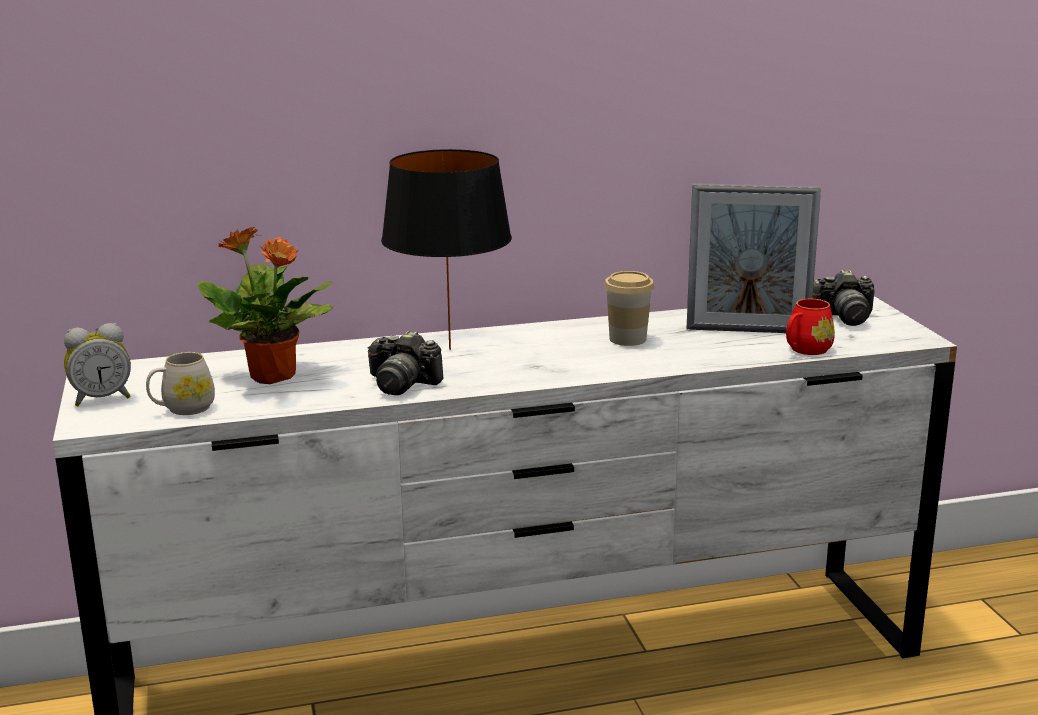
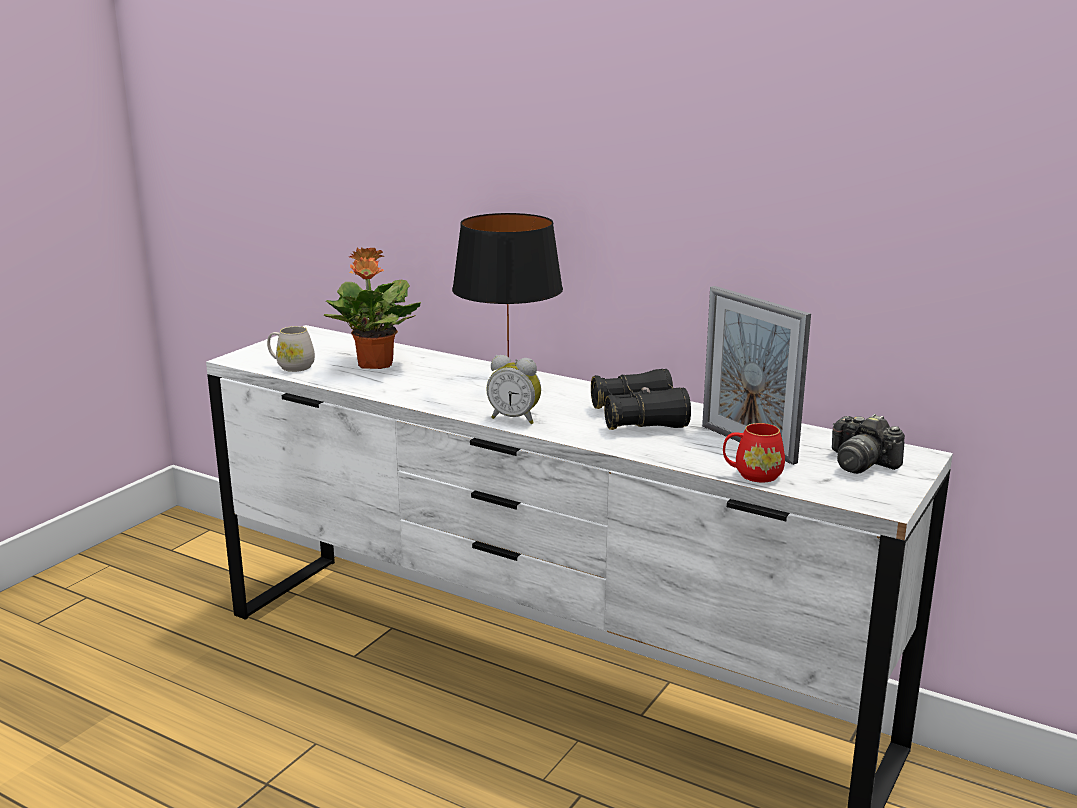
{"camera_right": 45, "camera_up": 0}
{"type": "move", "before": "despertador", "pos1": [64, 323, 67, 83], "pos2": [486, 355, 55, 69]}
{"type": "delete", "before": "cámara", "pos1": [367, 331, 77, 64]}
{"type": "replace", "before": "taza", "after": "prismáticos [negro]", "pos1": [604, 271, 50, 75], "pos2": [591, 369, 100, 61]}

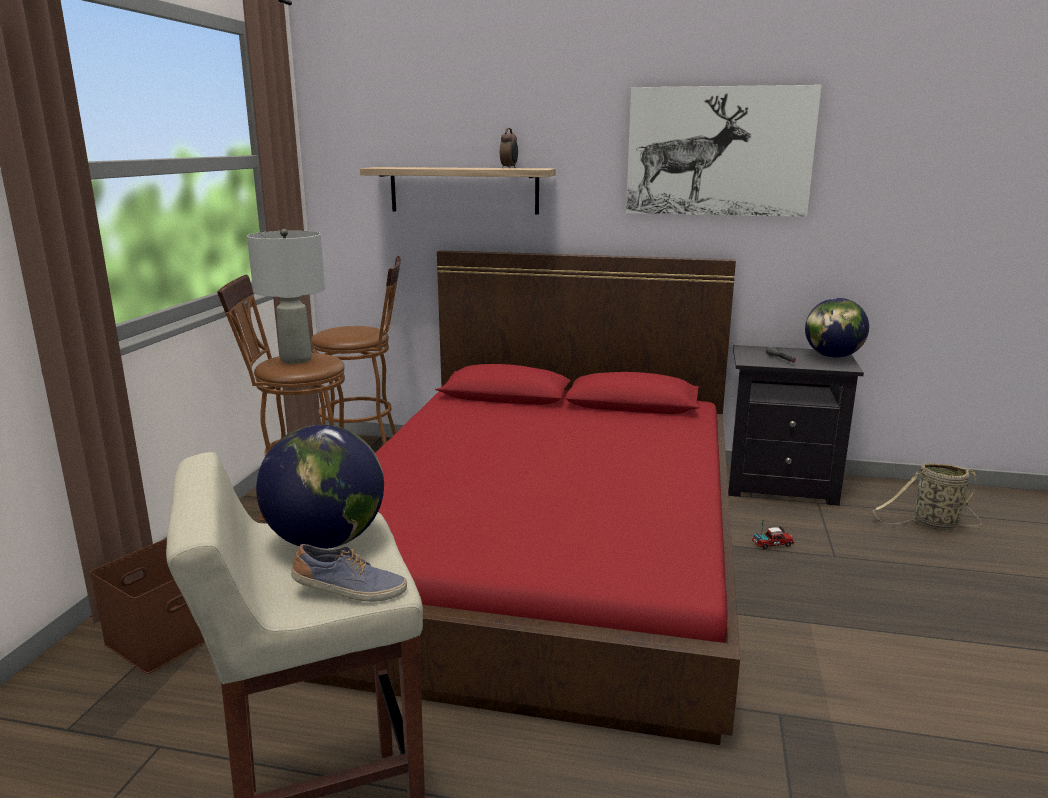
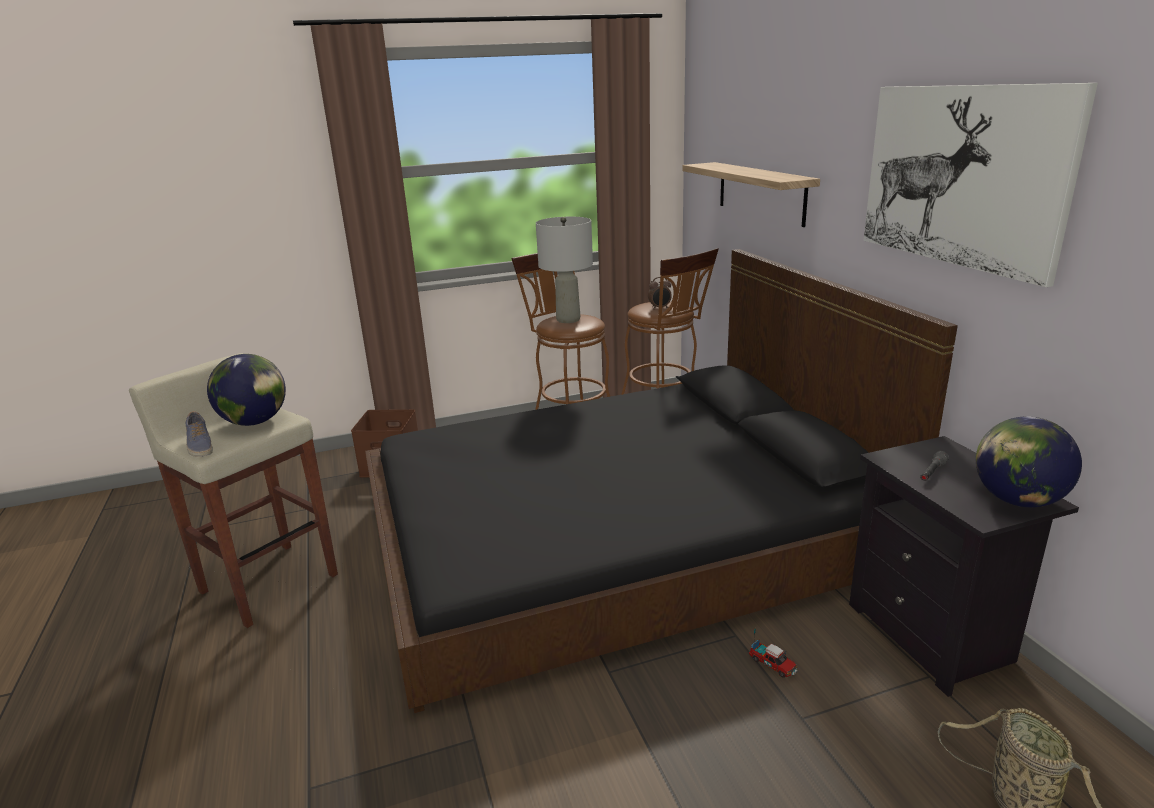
{"camera_right": 60, "camera_up": 5}
{"type": "recolor", "before": "cama [rojo]", "after": "cama [negro]", "pos1": [303, 250, 437, 495], "pos2": [365, 249, 593, 464]}
{"type": "move", "before": "despertador", "pos1": [500, 128, 18, 40], "pos2": [648, 277, 24, 32]}

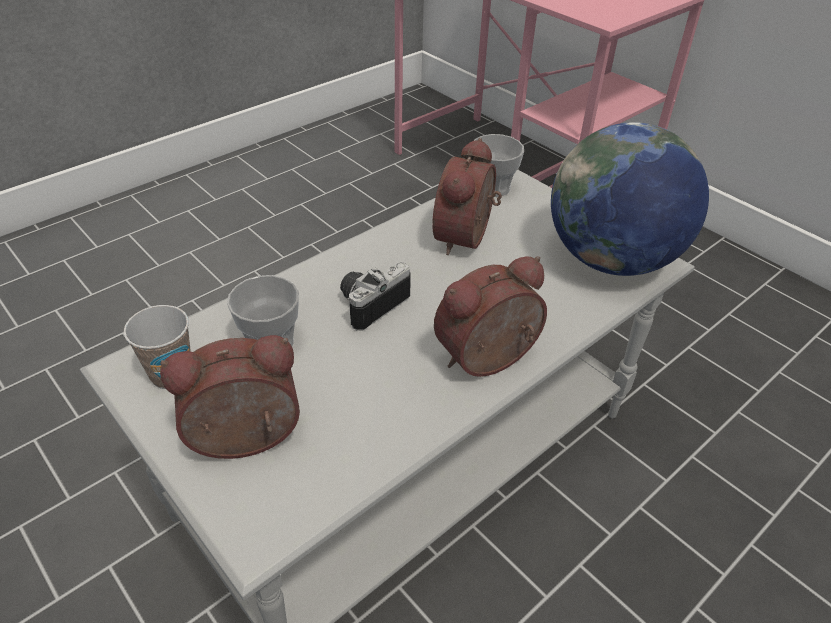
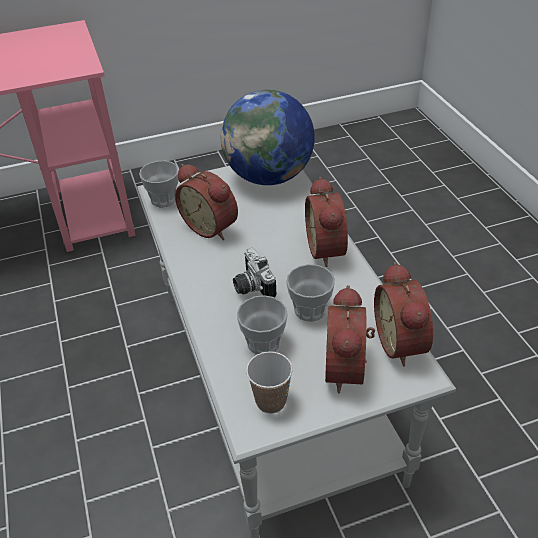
{"camera_right": -65, "camera_up": 0}
{"type": "insert", "after": "taza", "pos2": [286, 264, 49, 58]}
{"type": "insert", "after": "despertador", "pos2": [374, 262, 59, 105]}

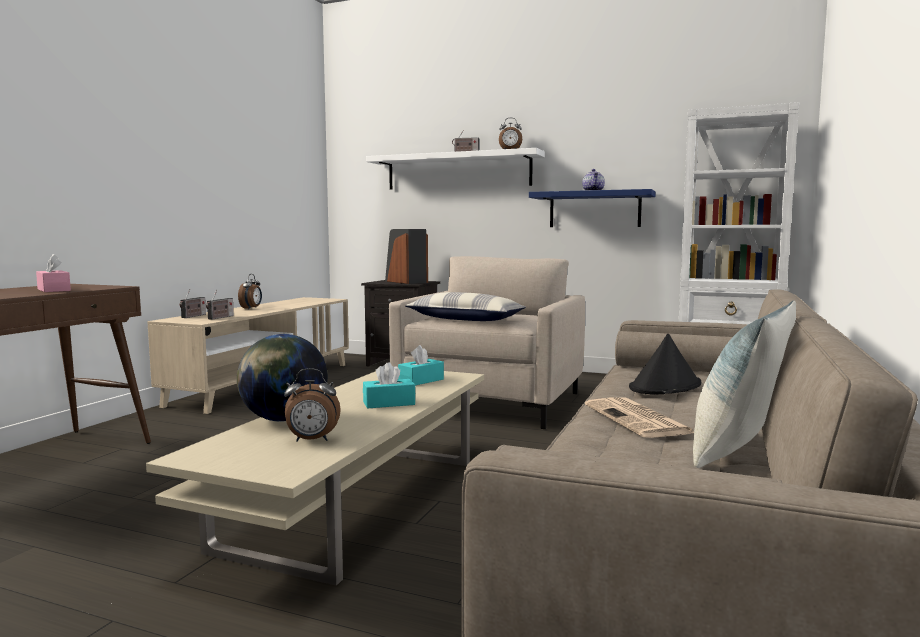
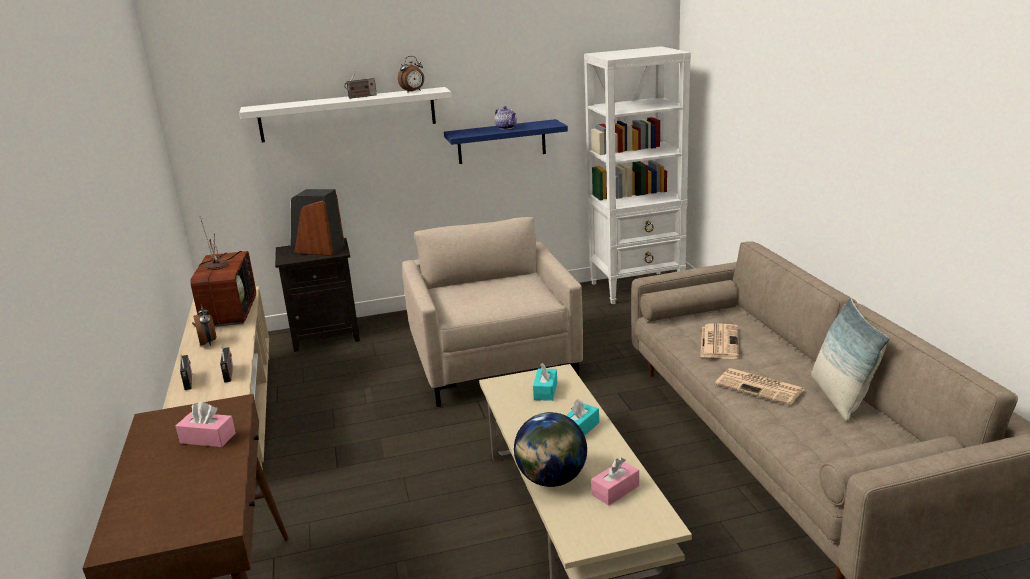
{"camera_right": -35, "camera_up": 15}
{"type": "replace", "before": "despertador", "after": "caja de pañuelos [rosa]", "pos1": [284, 368, 57, 73], "pos2": [591, 458, 48, 47]}
{"type": "delete", "before": "cojín", "pos1": [405, 292, 121, 29]}
{"type": "replace", "before": "sombrero [negro]", "after": "periódico", "pos1": [629, 334, 72, 60], "pos2": [700, 323, 39, 36]}
{"type": "insert", "after": "televisor", "pos2": [190, 216, 66, 111]}

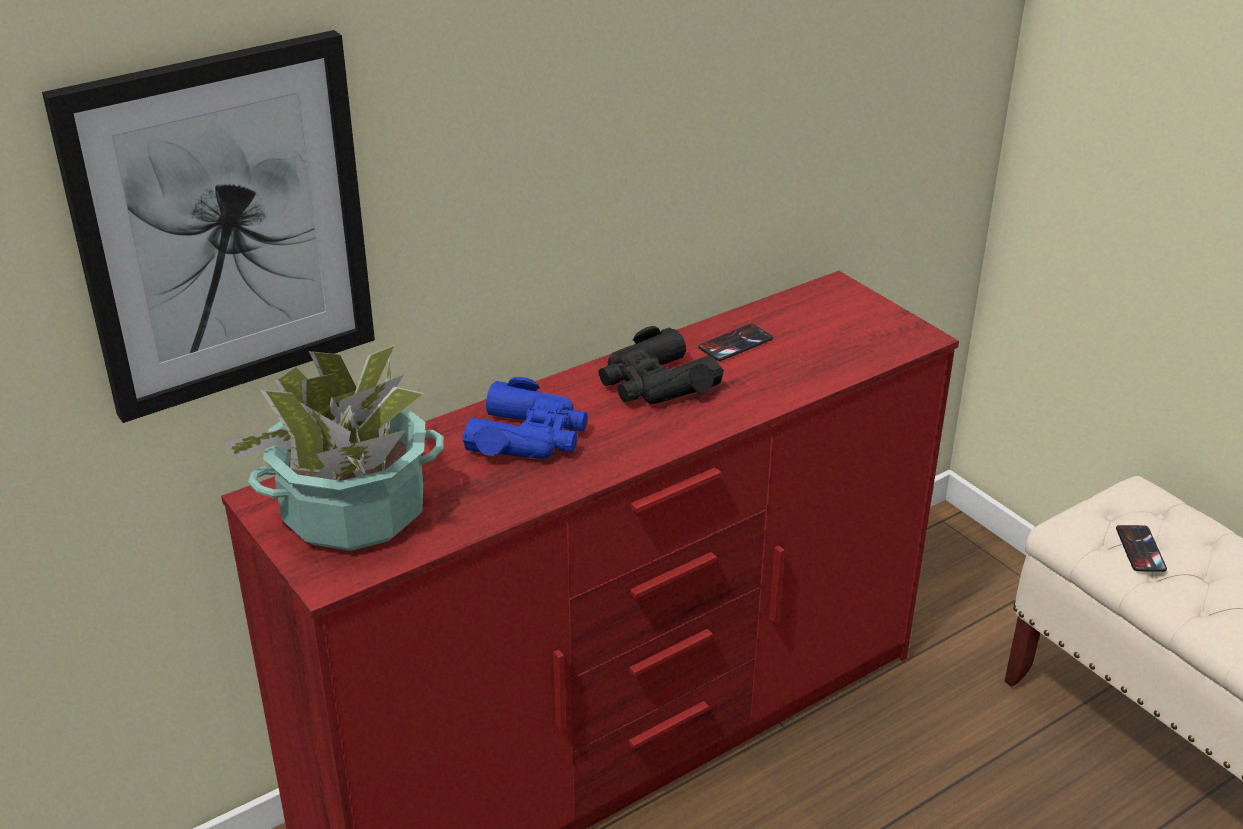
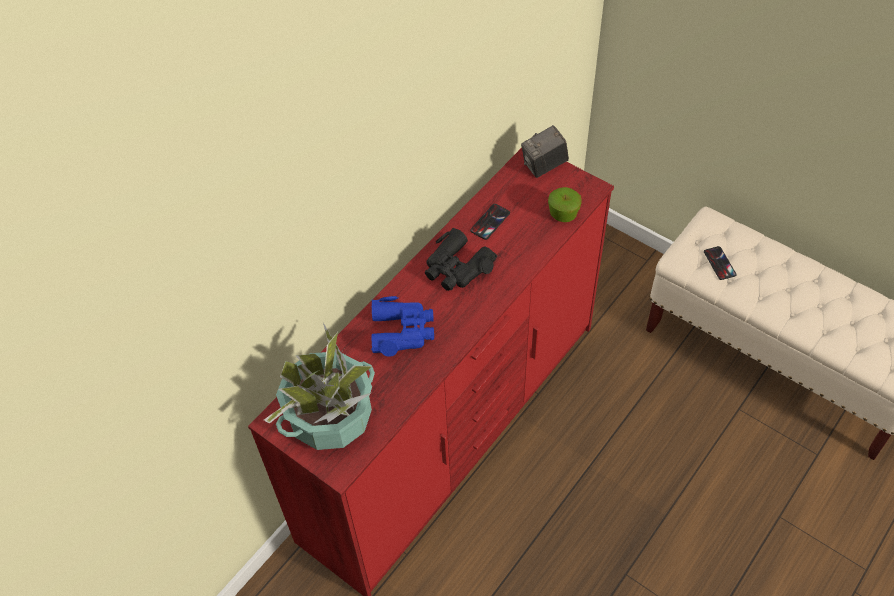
{"camera_right": -15, "camera_up": 20}
{"type": "delete", "before": "cuadro", "pos1": [42, 30, 333, 393]}
{"type": "insert", "after": "cámara", "pos2": [521, 125, 48, 53]}
{"type": "insert", "after": "manzana", "pos2": [548, 187, 34, 35]}

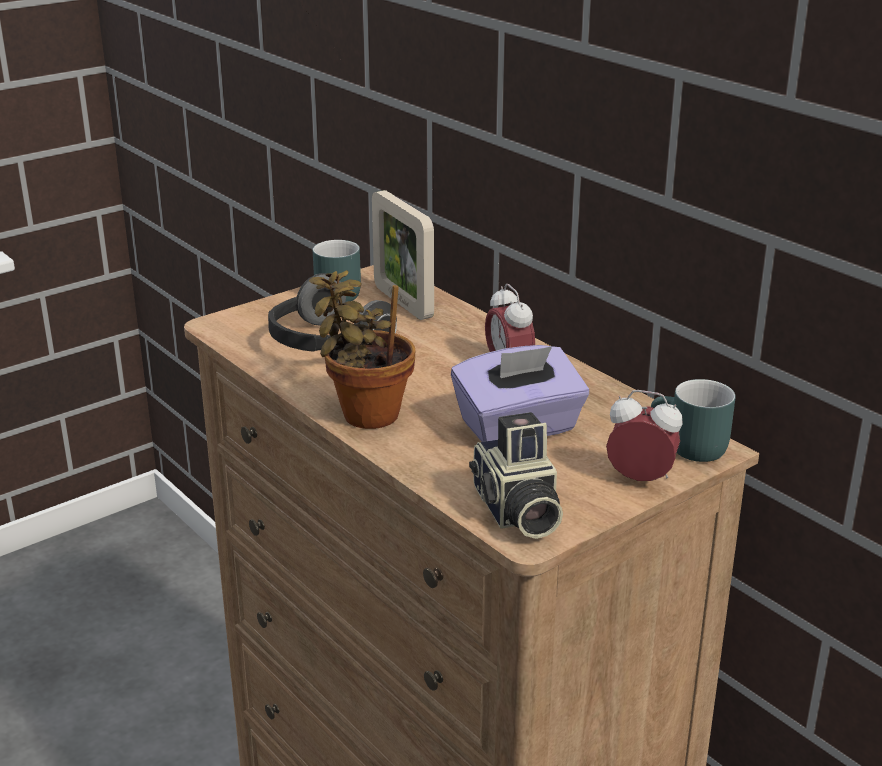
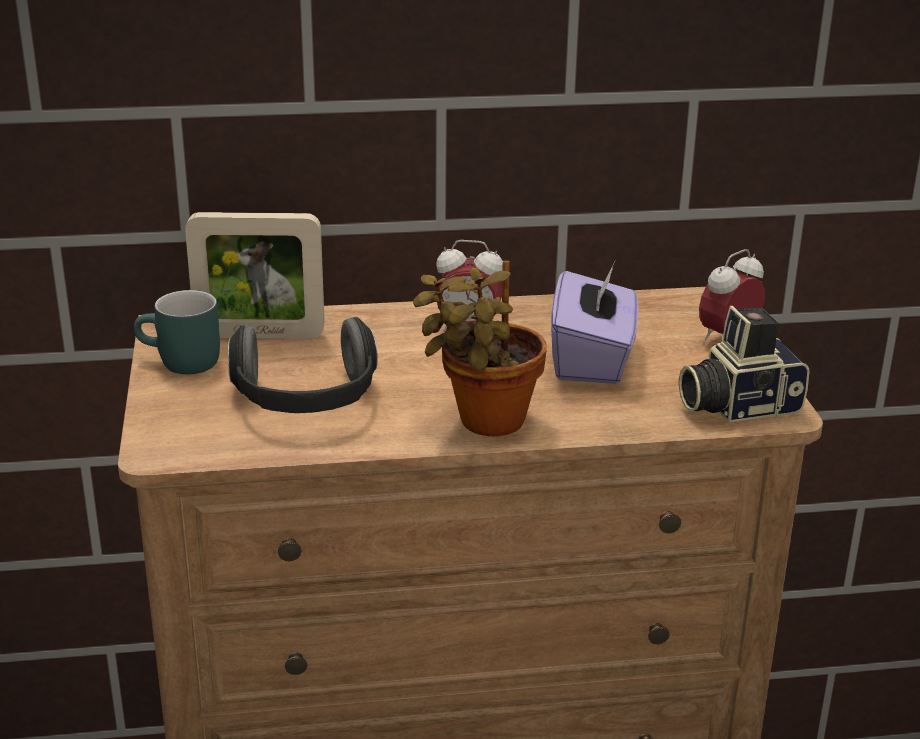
{"camera_right": -60, "camera_up": 0}
{"type": "rotate", "before": "cámara", "pos1": [469, 412, 94, 127], "pos2": [679, 306, 130, 117], "turn": 150}
{"type": "delete", "before": "taza grande [turquesa]", "pos1": [651, 379, 85, 83]}

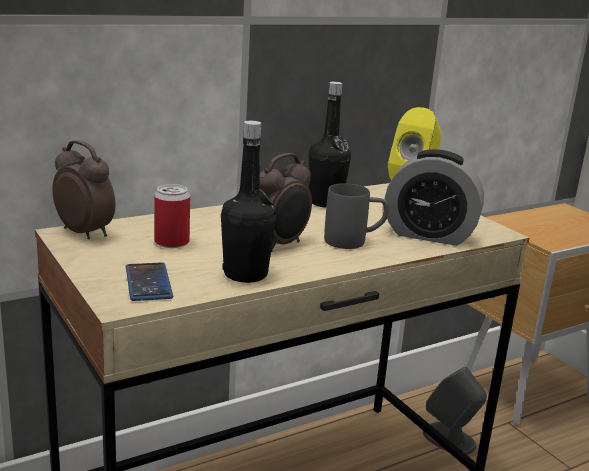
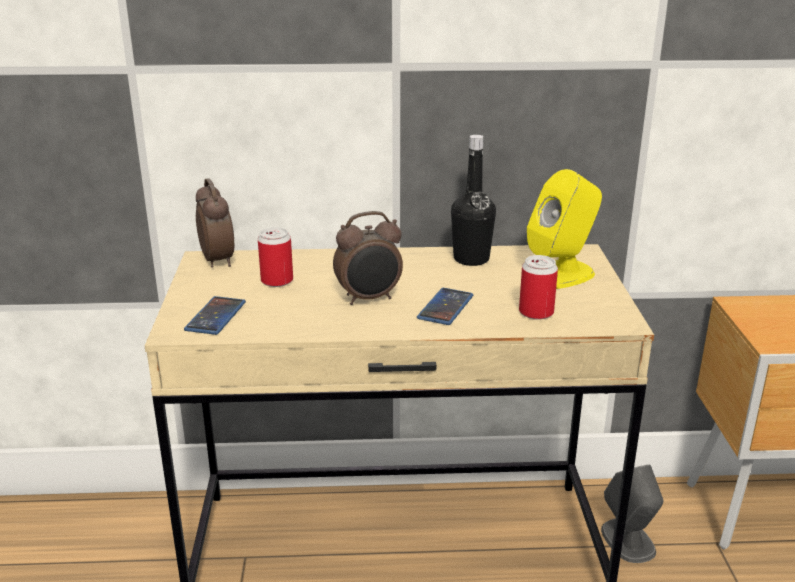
{"camera_right": 30, "camera_up": 5}
{"type": "delete", "before": "botella [negro]", "pos1": [221, 121, 55, 162]}
{"type": "replace", "before": "taza grande [gris]", "after": "móvil", "pos1": [324, 183, 65, 66], "pos2": [417, 288, 56, 37]}
{"type": "replace", "before": "despertador", "after": "lata", "pos1": [385, 149, 99, 97], "pos2": [519, 255, 39, 65]}

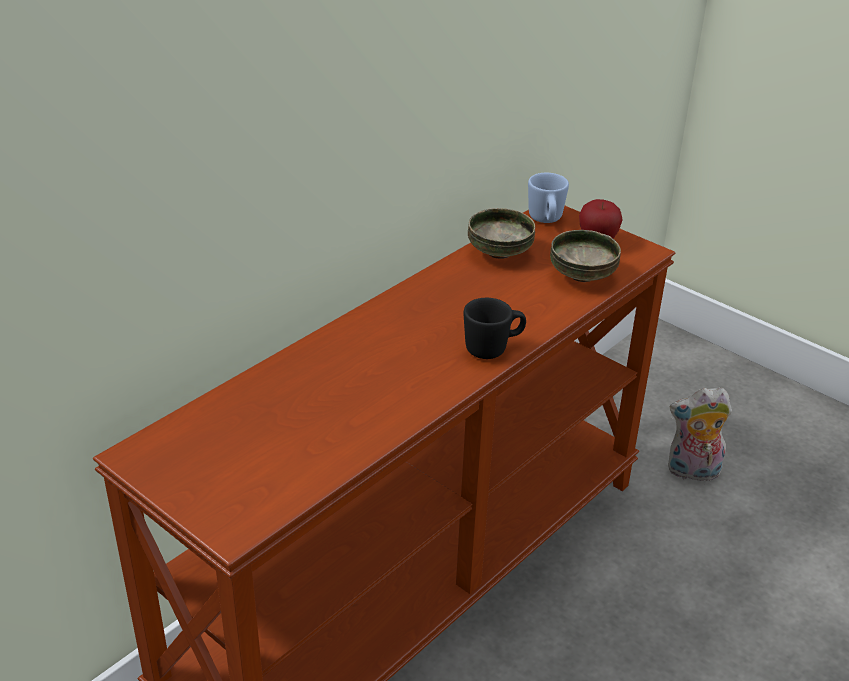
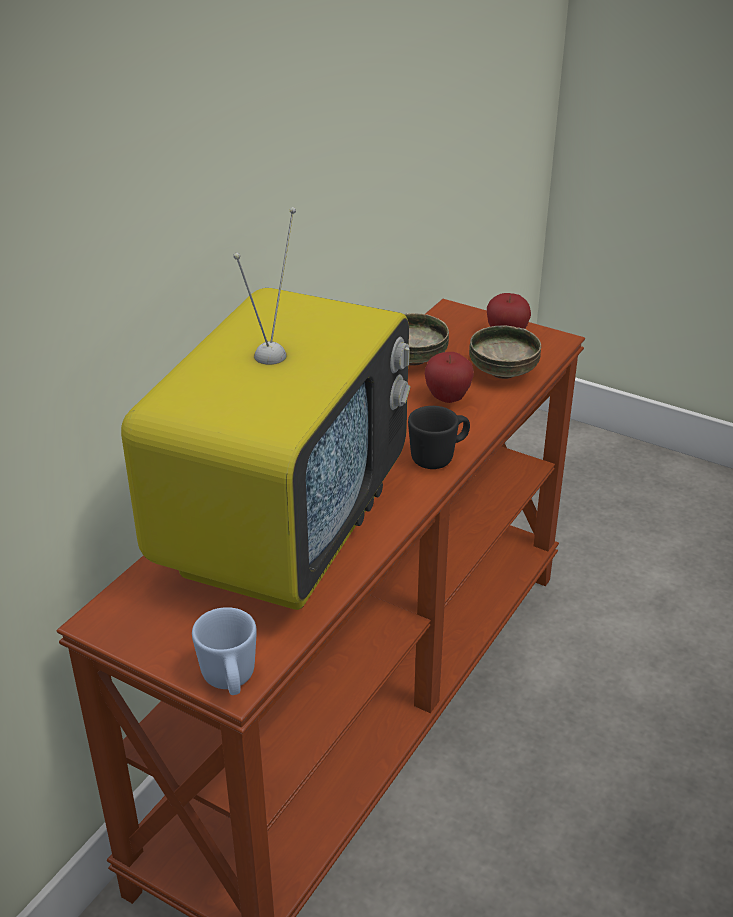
{"camera_right": -10, "camera_up": 0}
{"type": "move", "before": "taza grande [azul]", "pos1": [528, 173, 41, 50], "pos2": [192, 607, 65, 88]}
{"type": "delete", "before": "peluche", "pos1": [668, 388, 64, 93]}
{"type": "insert", "after": "televisor", "pos2": [121, 207, 290, 403]}
{"type": "insert", "after": "manzana", "pos2": [425, 352, 49, 51]}

